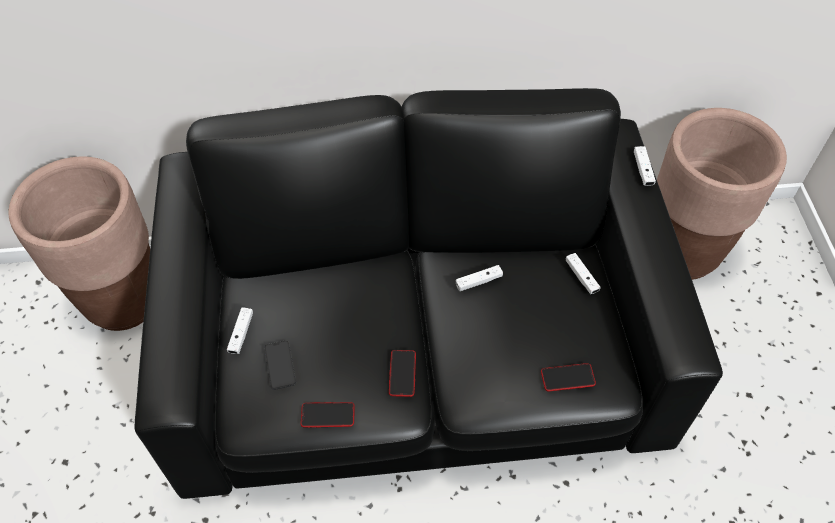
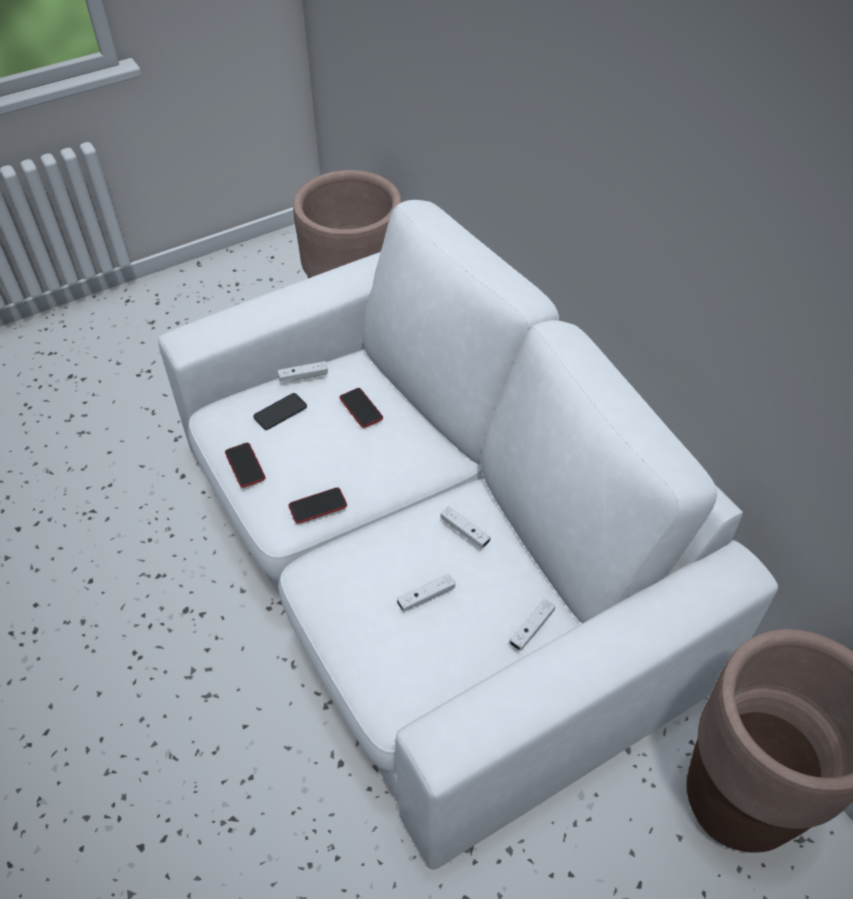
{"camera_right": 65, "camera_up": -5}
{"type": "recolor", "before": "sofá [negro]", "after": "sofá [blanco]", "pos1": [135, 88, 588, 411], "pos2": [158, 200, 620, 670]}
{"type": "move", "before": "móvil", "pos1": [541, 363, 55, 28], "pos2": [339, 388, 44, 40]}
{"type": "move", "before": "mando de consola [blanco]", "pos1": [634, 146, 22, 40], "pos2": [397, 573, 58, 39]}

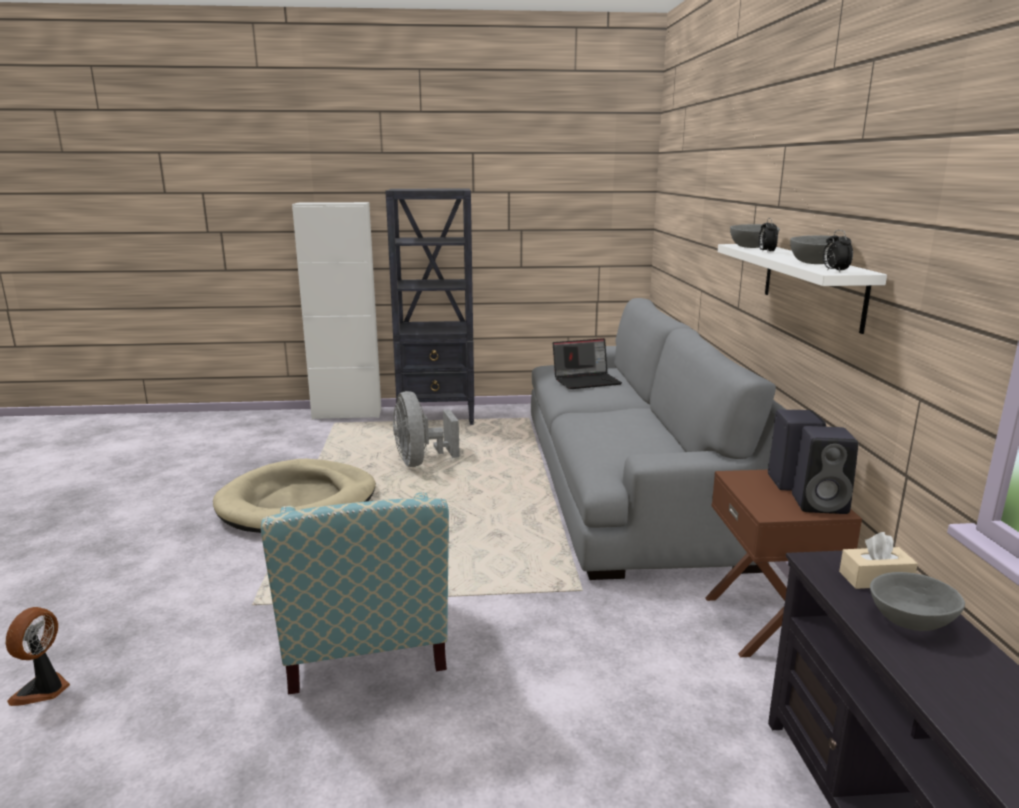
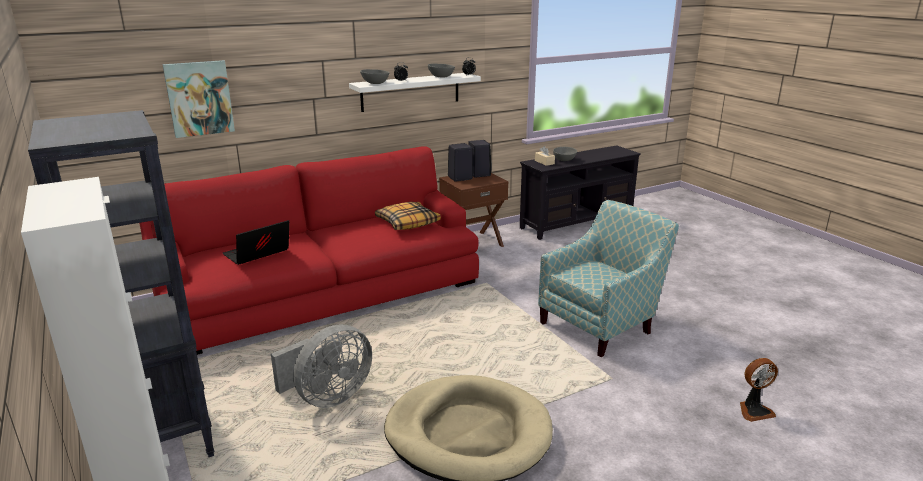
{"camera_right": -115, "camera_up": 5}
{"type": "recolor", "before": "sofá [gris]", "after": "sofá [rojo]", "pos1": [531, 298, 255, 282], "pos2": [139, 146, 340, 209]}
{"type": "rotate", "before": "portátil", "pos1": [553, 338, 69, 51], "pos2": [222, 220, 67, 45], "turn": -90}
{"type": "insert", "after": "cuadro", "pos2": [162, 60, 73, 78]}
{"type": "insert", "after": "cojín", "pos2": [375, 202, 66, 28]}

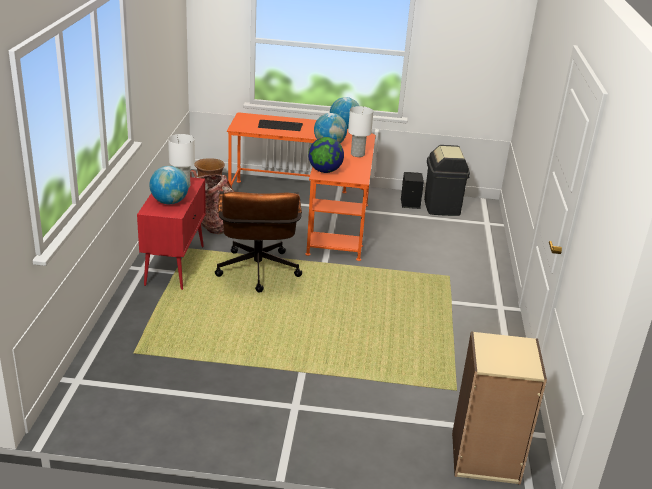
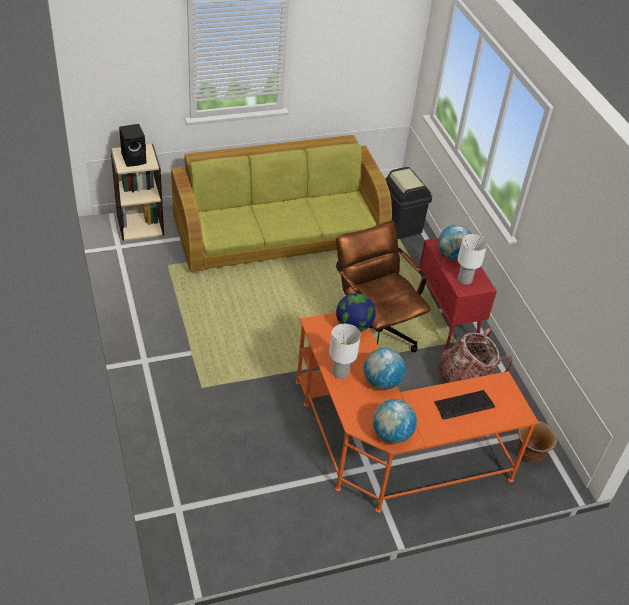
{"camera_right": 155, "camera_up": 15}
{"type": "move", "before": "altavoz [negro]", "pos1": [401, 172, 23, 37], "pos2": [119, 124, 28, 43]}
{"type": "move", "before": "papelera [negro]", "pos1": [424, 145, 46, 71], "pos2": [386, 167, 46, 72]}
{"type": "insert", "after": "sofá [verde]", "pos2": [171, 135, 221, 139]}

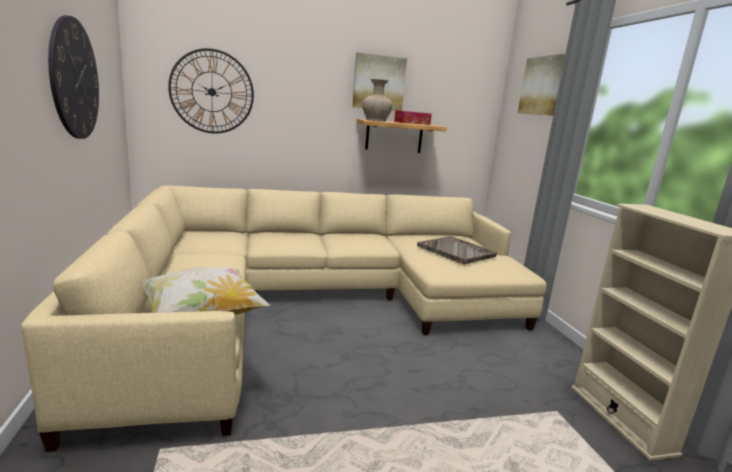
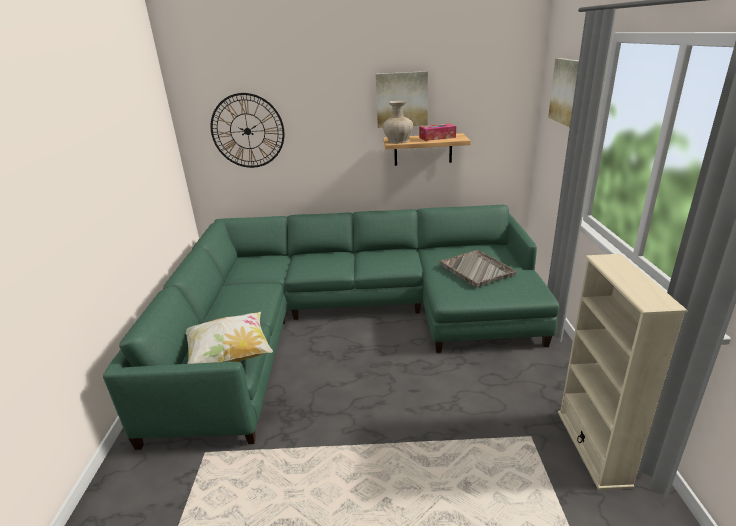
{"camera_right": 15, "camera_up": 10}
{"type": "recolor", "before": "sofá [beis]", "after": "sofá [verde]", "pos1": [21, 186, 526, 266], "pos2": [103, 205, 456, 245]}
{"type": "delete", "before": "reloj de pared", "pos1": [48, 15, 51, 124]}

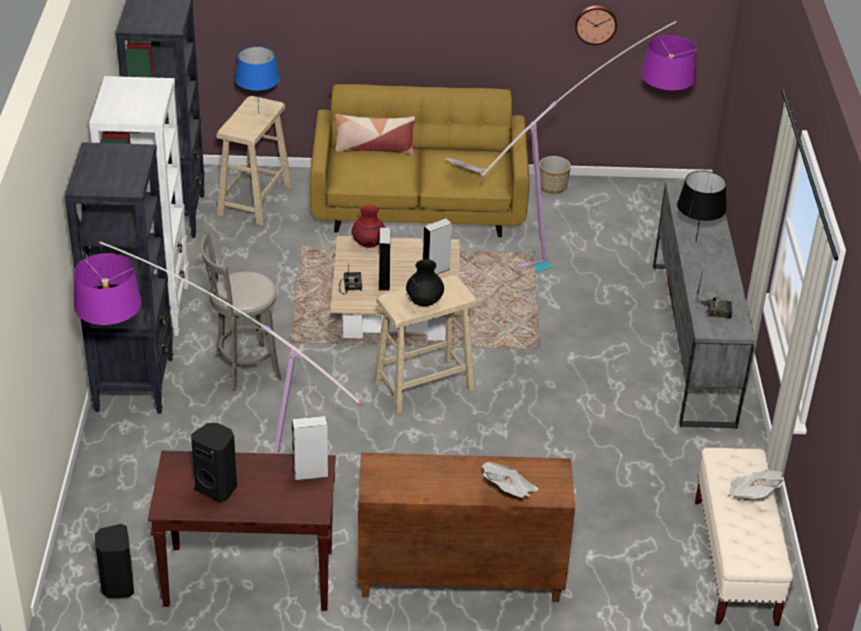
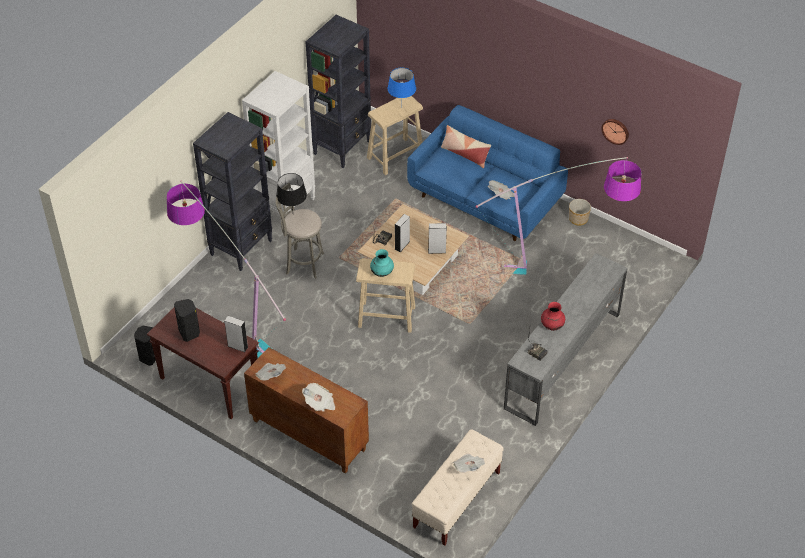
{"camera_right": 35, "camera_up": 10}
{"type": "recolor", "before": "sofá [amarillo]", "after": "sofá [azul]", "pos1": [310, 84, 220, 153], "pos2": [407, 105, 161, 136]}
{"type": "move", "before": "florero [rojo]", "pos1": [352, 205, 33, 43], "pos2": [541, 302, 24, 29]}
{"type": "recolor", "before": "florero [negro]", "after": "florero [turquesa]", "pos1": [406, 259, 38, 47], "pos2": [370, 249, 24, 28]}
{"type": "move", "before": "lámpara de mesa [negro]", "pos1": [677, 171, 49, 70], "pos2": [276, 173, 31, 37]}
{"type": "insert", "after": "periódico", "pos2": [255, 363, 31, 17]}

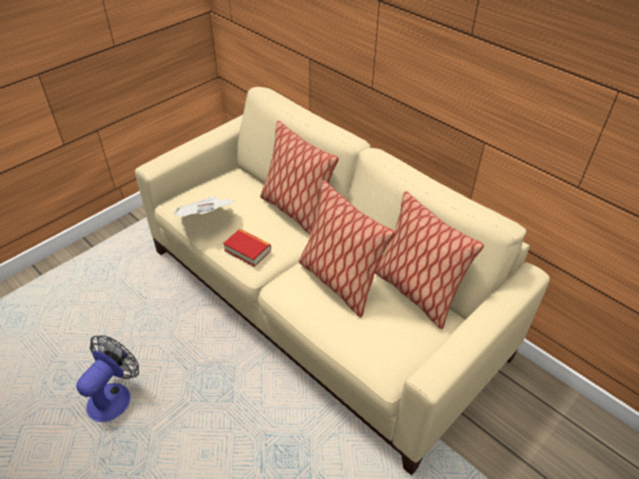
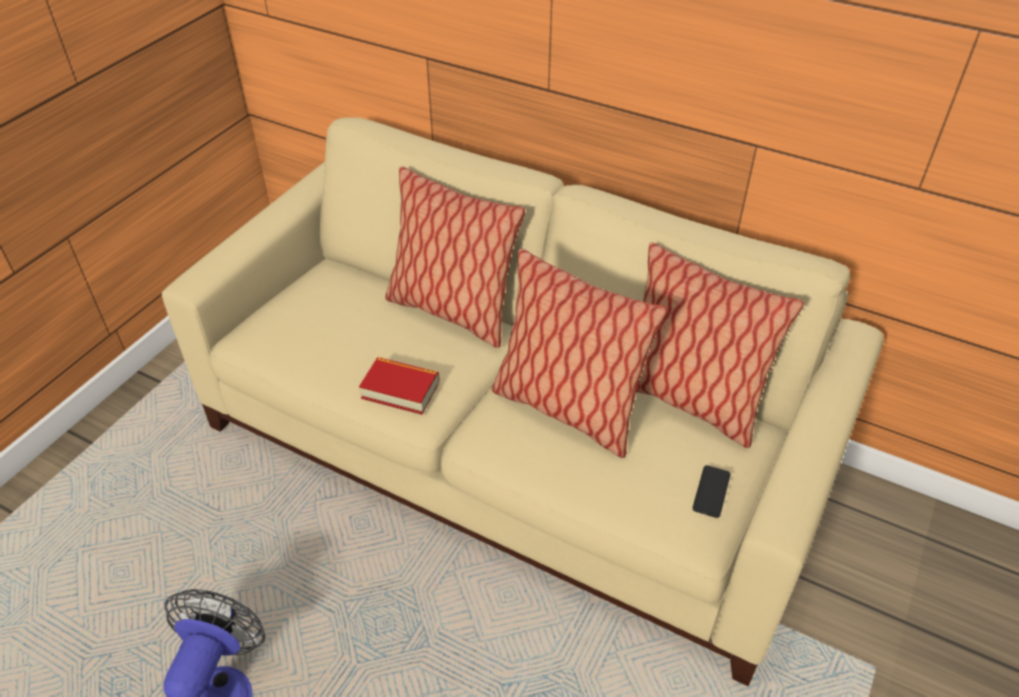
{"camera_right": -15, "camera_up": 0}
{"type": "delete", "before": "periódico", "pos1": [173, 196, 62, 21]}
{"type": "insert", "after": "móvil", "pos2": [693, 465, 37, 53]}

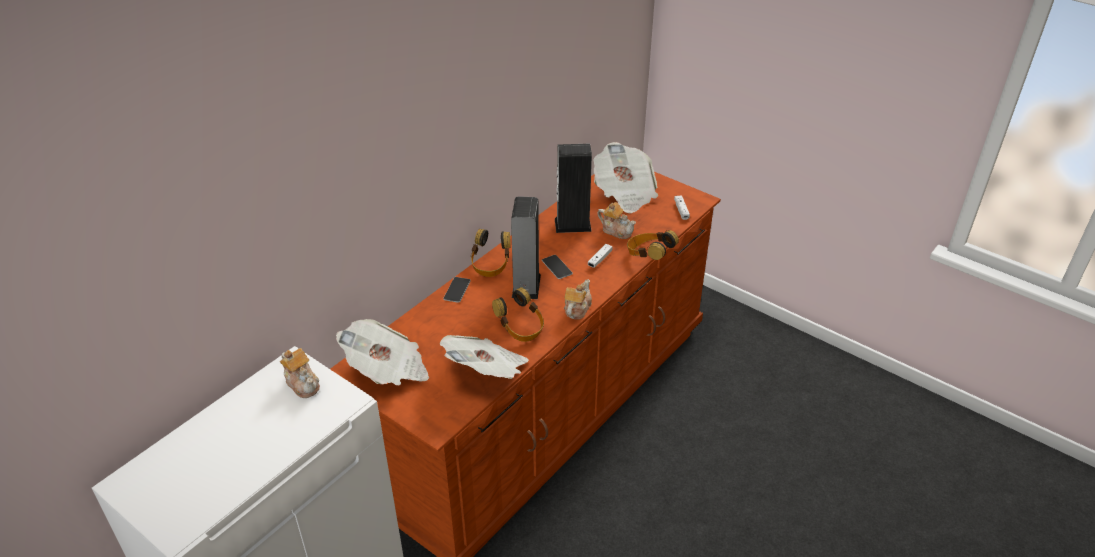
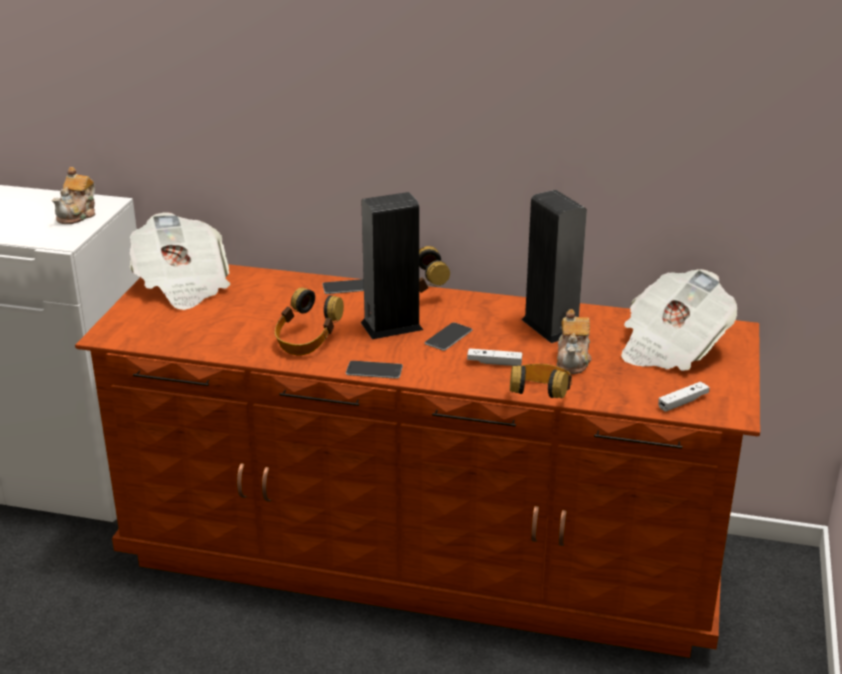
{"camera_right": 65, "camera_up": -10}
{"type": "delete", "before": "periódico", "pos1": [440, 335, 89, 44]}
{"type": "replace", "before": "tetera", "after": "móvil", "pos1": [564, 279, 28, 41], "pos2": [346, 361, 57, 18]}

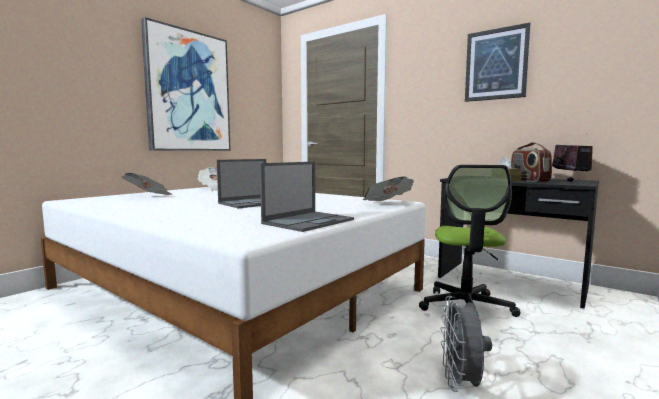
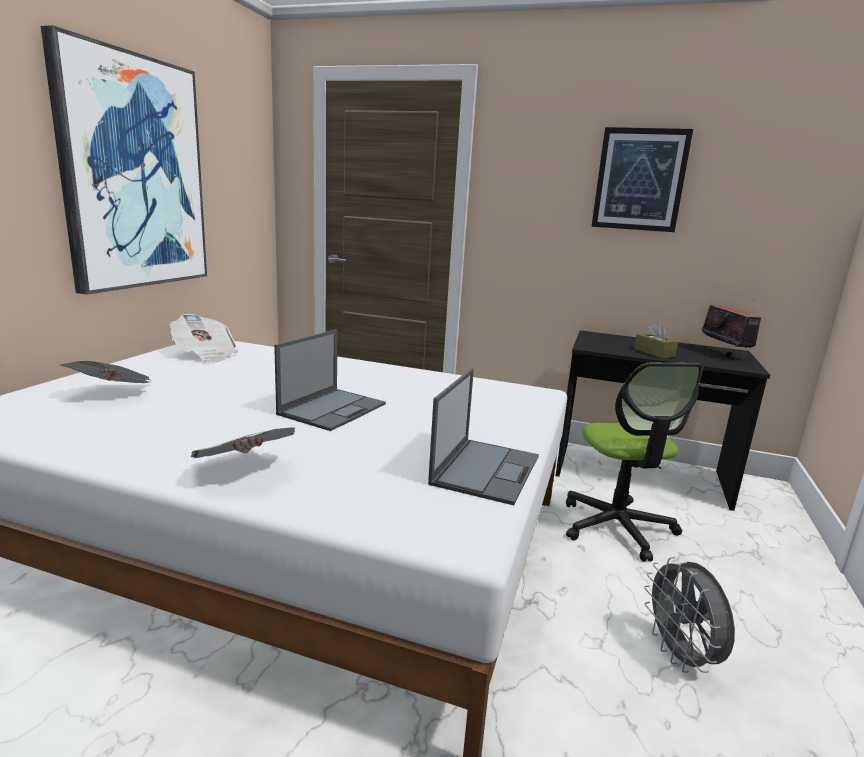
{"camera_right": -20, "camera_up": 10}
{"type": "move", "before": "periódico", "pos1": [363, 176, 51, 25], "pos2": [191, 428, 104, 30]}
{"type": "delete", "before": "radio", "pos1": [511, 142, 41, 40]}

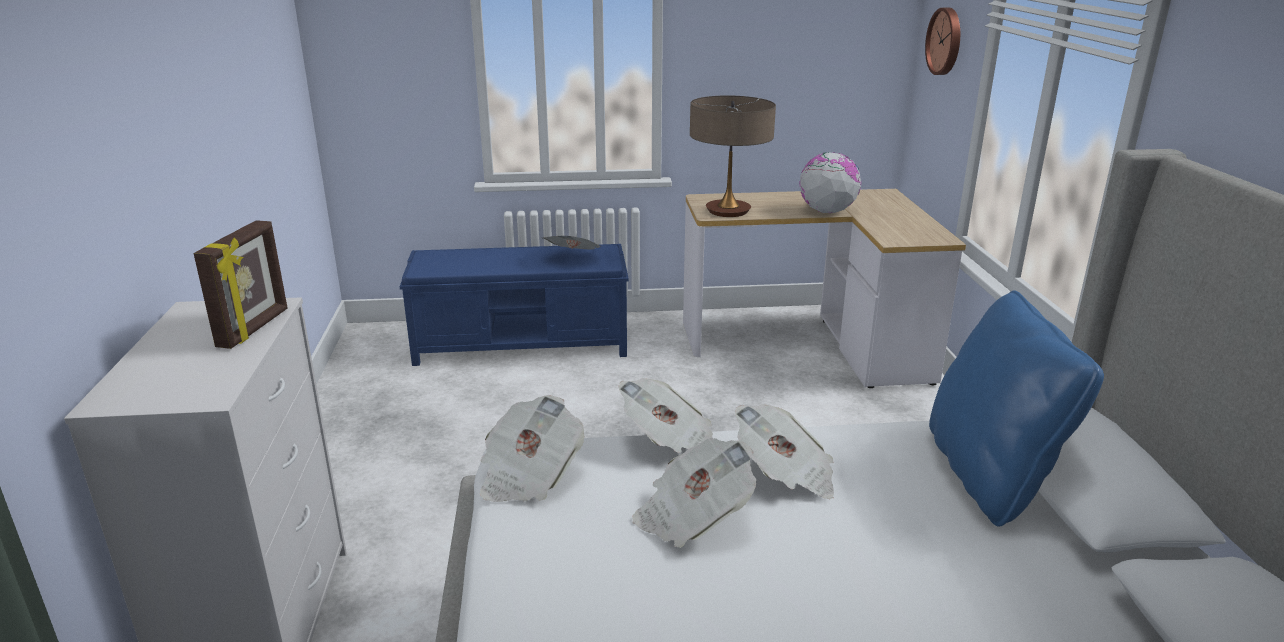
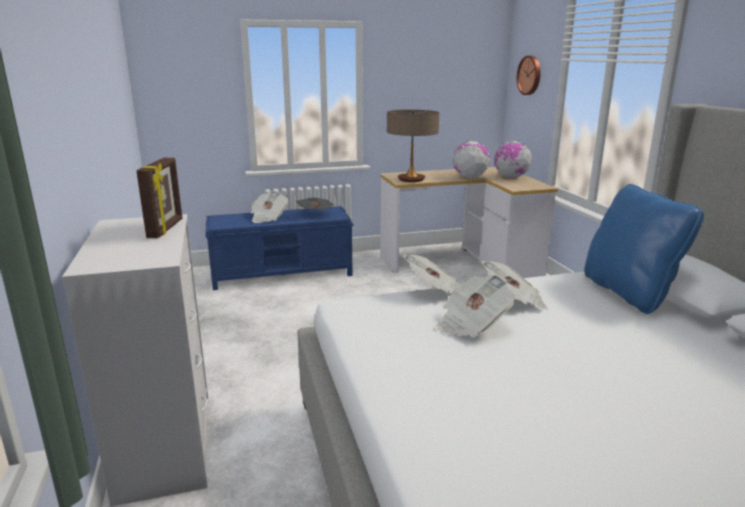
{"camera_right": -10, "camera_up": -5}
{"type": "move", "before": "periódico", "pos1": [480, 395, 105, 107], "pos2": [250, 191, 39, 32]}
{"type": "insert", "after": "globo terráqueo", "pos2": [494, 141, 38, 37]}

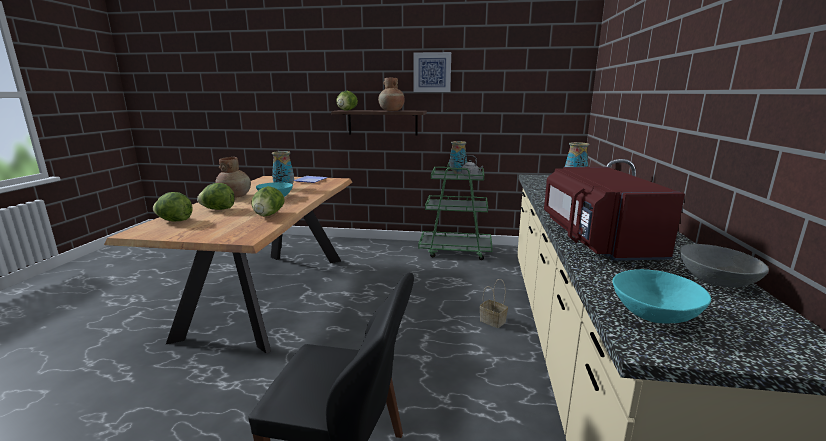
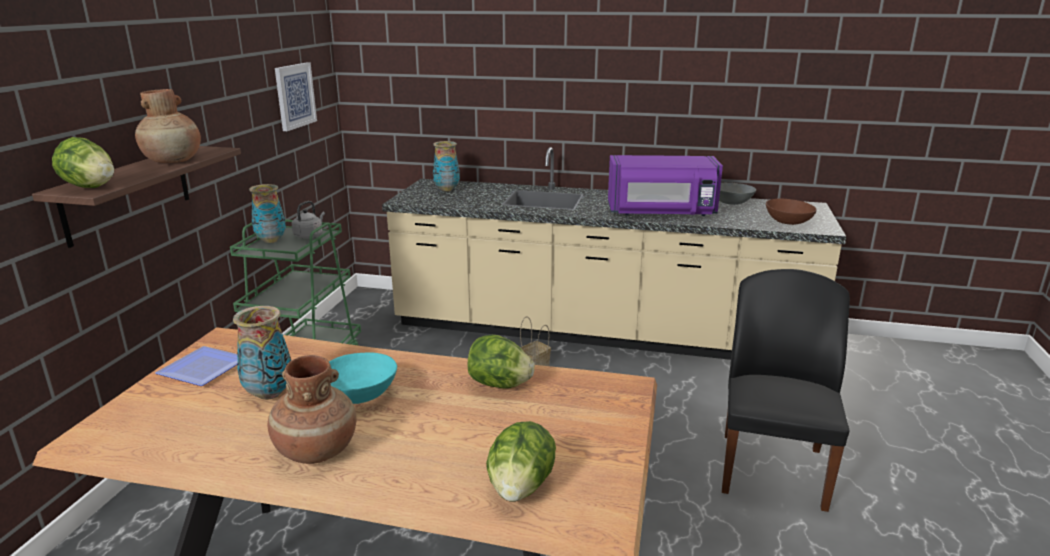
{"camera_right": -85, "camera_up": 5}
{"type": "delete", "before": "lechuga", "pos1": [197, 183, 38, 27]}
{"type": "move", "before": "cuadro", "pos1": [413, 52, 38, 40], "pos2": [275, 62, 42, 69]}
{"type": "recolor", "before": "microondas [rojo]", "after": "microondas [morado]", "pos1": [544, 167, 141, 94], "pos2": [608, 155, 115, 61]}
{"type": "recolor", "before": "cuenco [turquesa]", "after": "cuenco [marrón]", "pos1": [612, 269, 99, 54], "pos2": [766, 199, 51, 26]}

